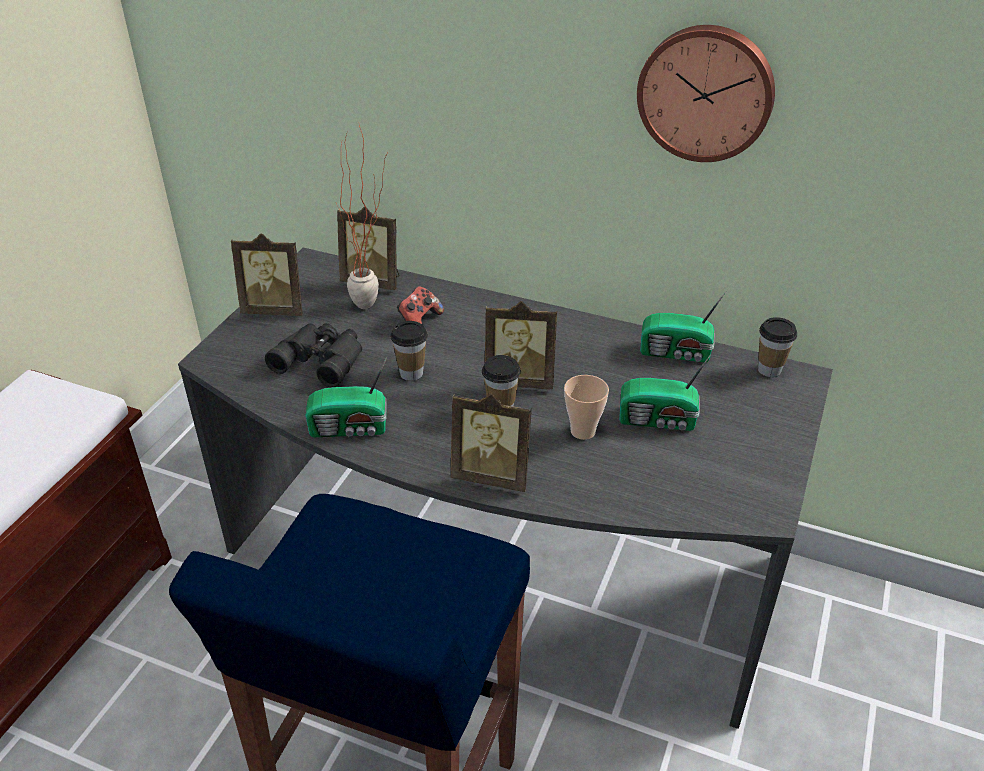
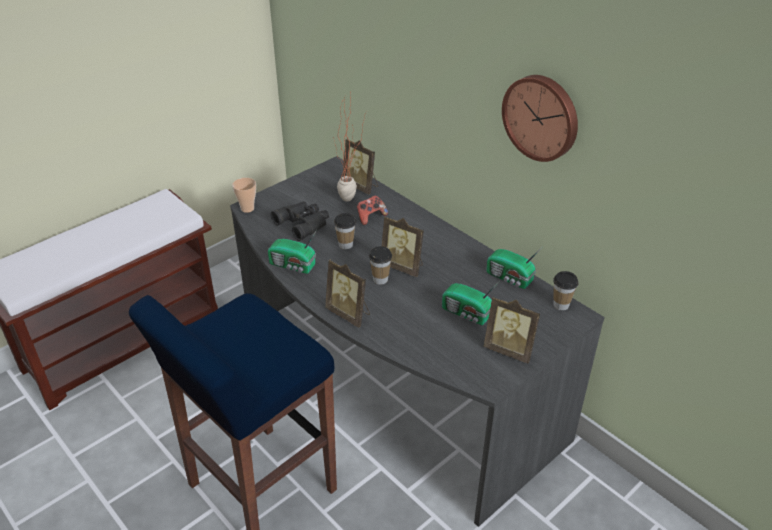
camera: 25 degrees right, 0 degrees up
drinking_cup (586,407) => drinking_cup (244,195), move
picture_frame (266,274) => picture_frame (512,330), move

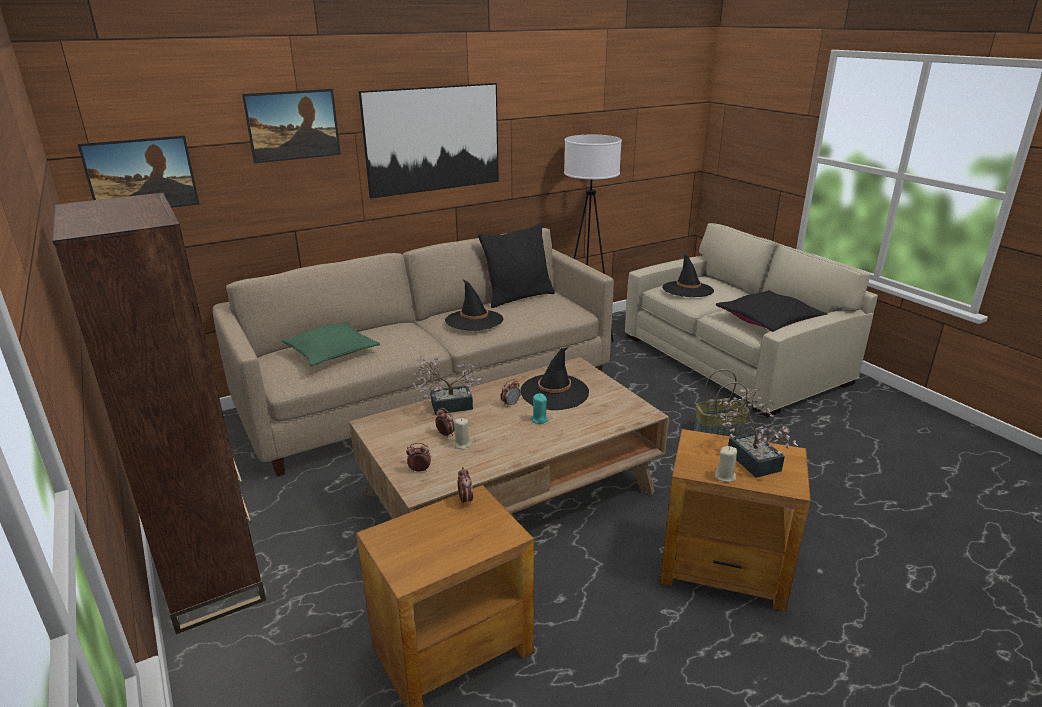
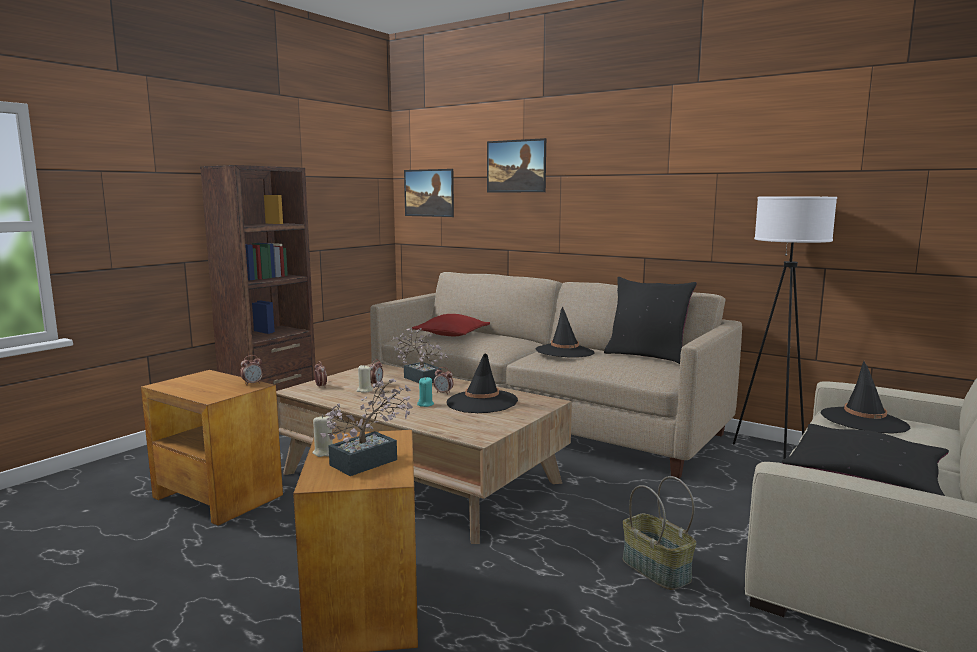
camera: 65 degrees right, 15 degrees down
green_throw_pillow (331,344) => red-coloured_throw_pillow (451,325)
picture (429,141) => nothing

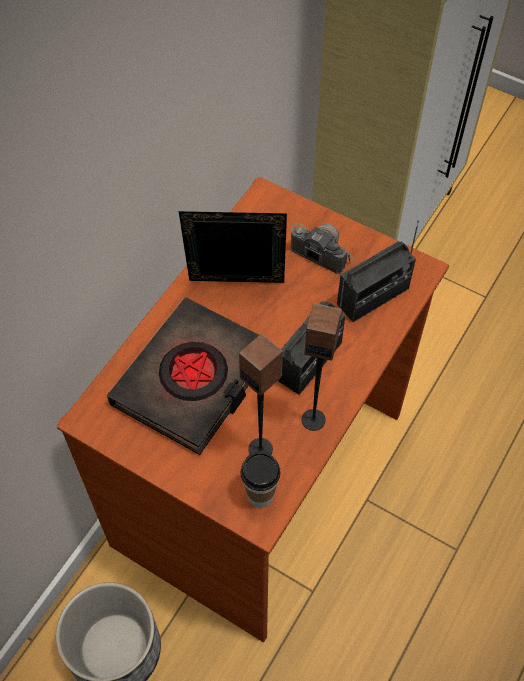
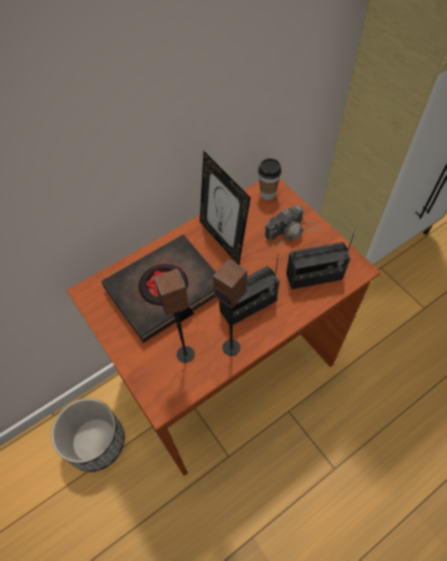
camera: 25 degrees right, 0 degrees up
picture_frame (233,247) => picture_frame (225,208), 150 degrees counterclockwise
drinking_cup (260,479) => drinking_cup (270,179), move
photo_camera (321,248) => photo_camera (291,226), 90 degrees clockwise

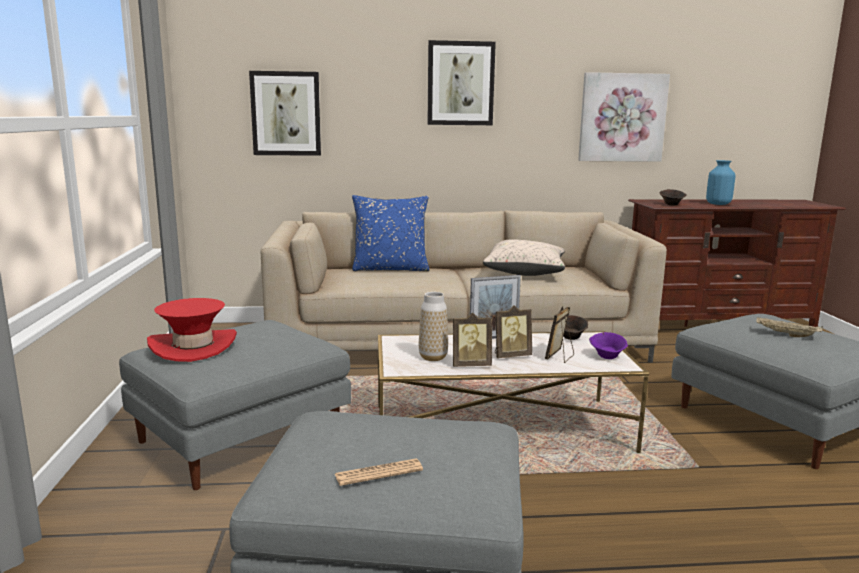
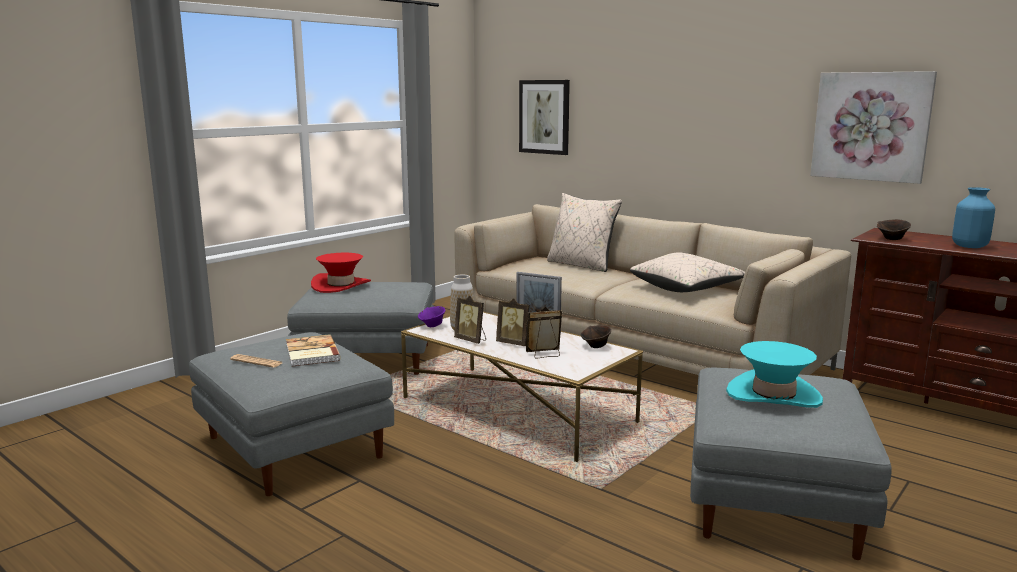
camera: 45 degrees right, 0 degrees up
nothing => bound_book (313,350)
purple_bowl (608,345) => purple_bowl (432,316), move
blue_throw_pillow (390,233) => beige_throw_pillow (584,232)
beige_carrying_tray (789,327) => turquoise-coloured_wearable_hat (774,374)
picture (461,82) => nothing

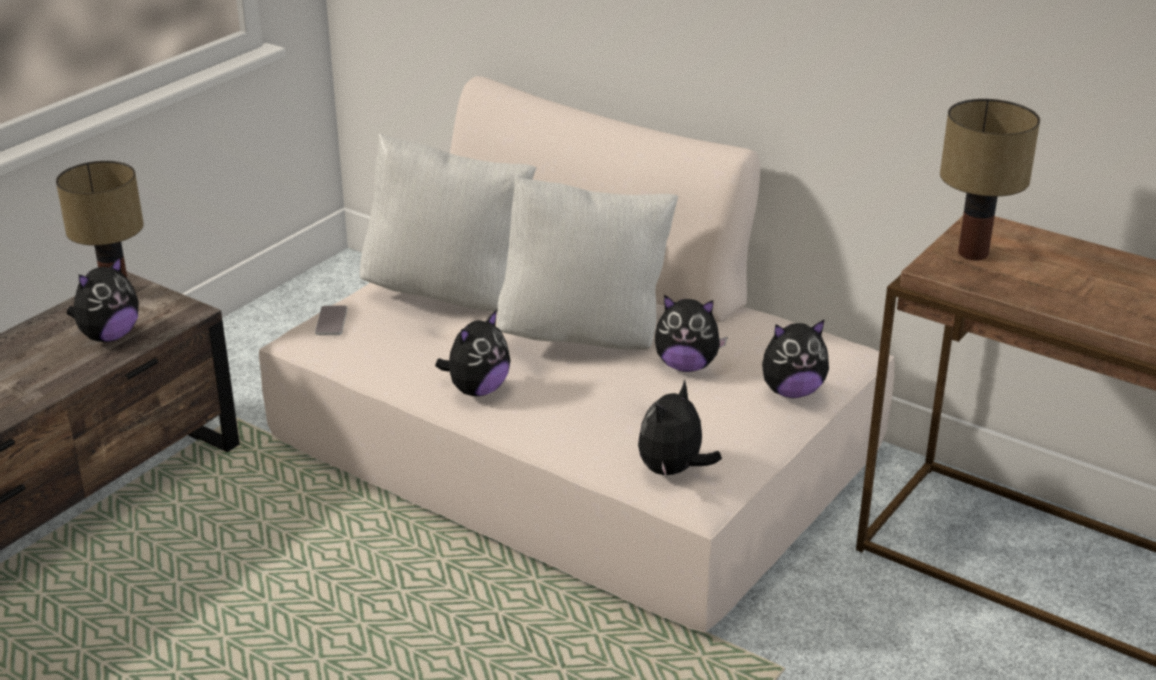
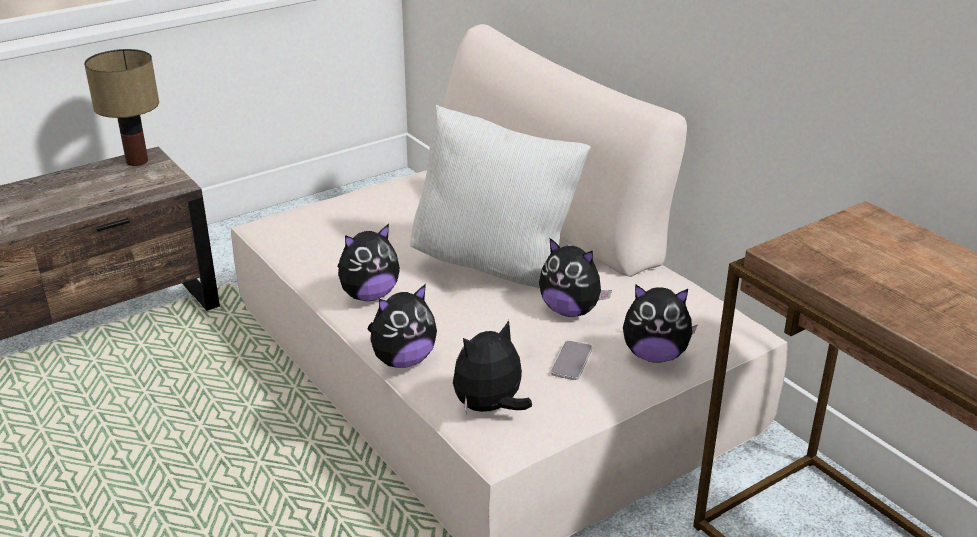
camera: 20 degrees right, 0 degrees up
plush_toy (103,299) => plush_toy (402,326), move
phone (331,320) => phone (571,360), move
white-coloured_throw_pillow (448,222) => nothing
table_lamp (990,179) => nothing

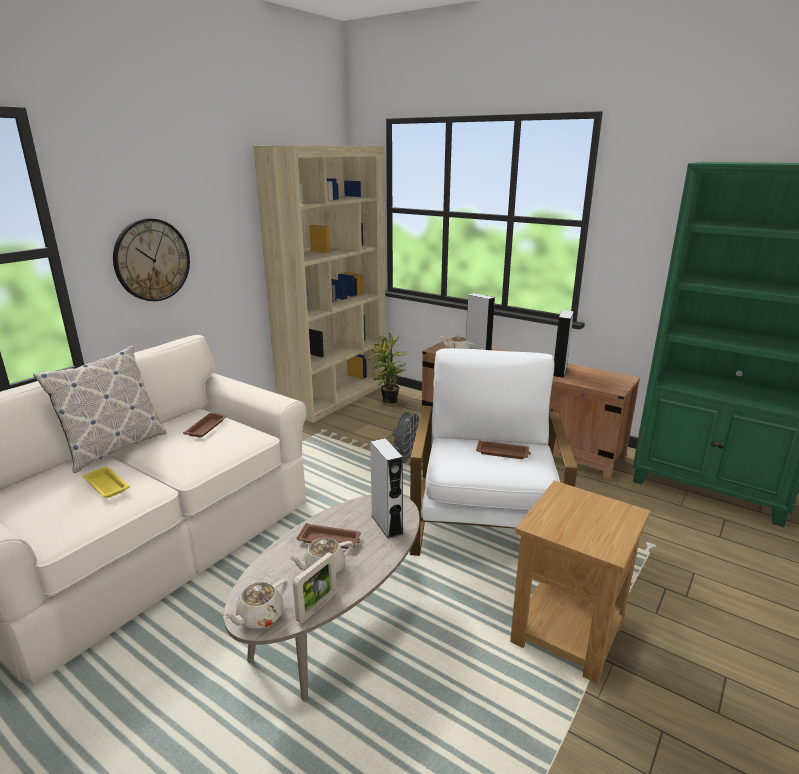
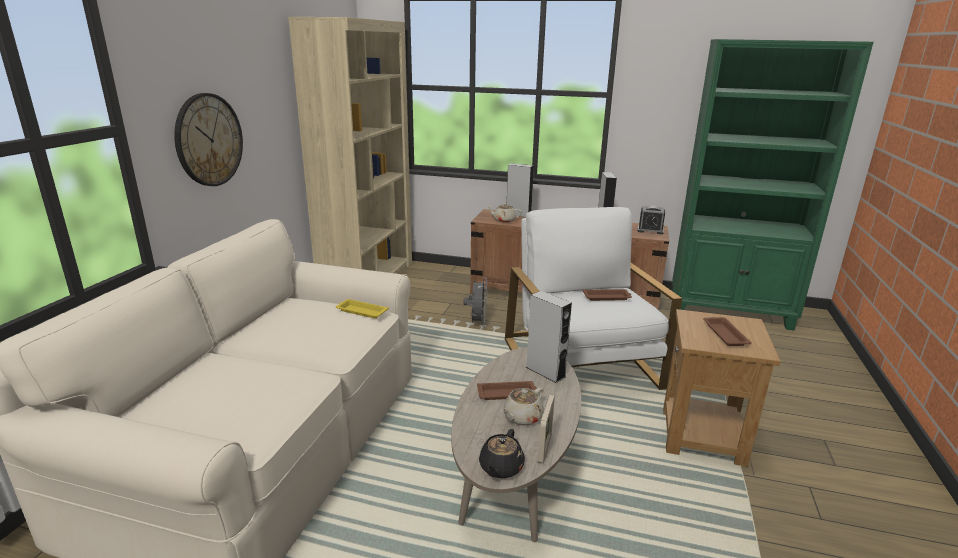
camera: 20 degrees left, 0 degrees up
yellow-coloured_carrying_tray (106,482) => yellow-coloured_carrying_tray (362,309), move
beige_pot_for_tea (255,604) => black-coloured_pot_for_tea (502,453)
nothing => alarm_clock (651,220)
brown_carrying_tray (205,425) => brown_carrying_tray (727,331), move
throw_pillow (100,409) => nothing
houseplant (387,369) => nothing

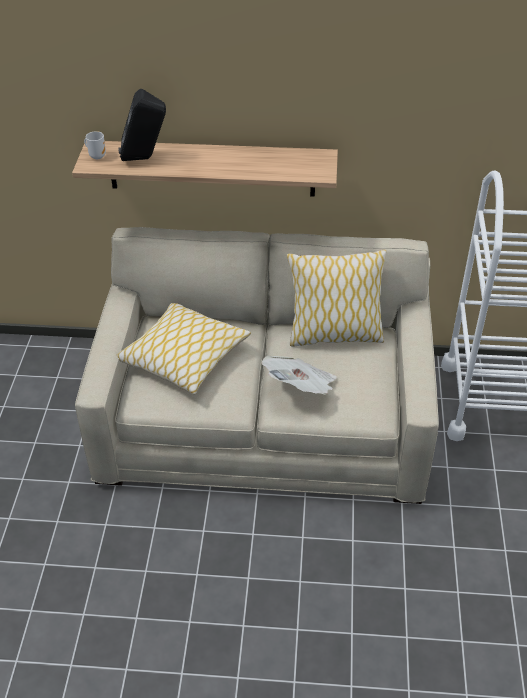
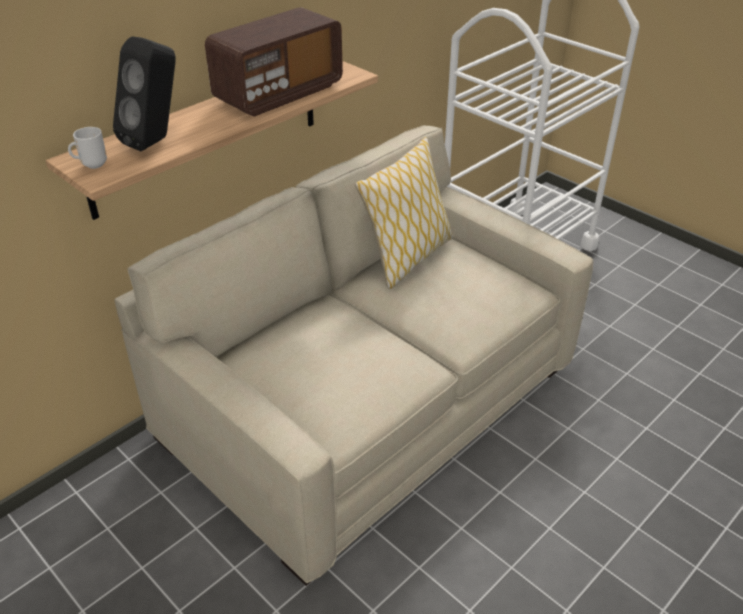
camera: 50 degrees left, 5 degrees down
nothing => radio_receiver (274,62)
throw_pillow (183,349) => nothing
printed_paper (299,375) => nothing

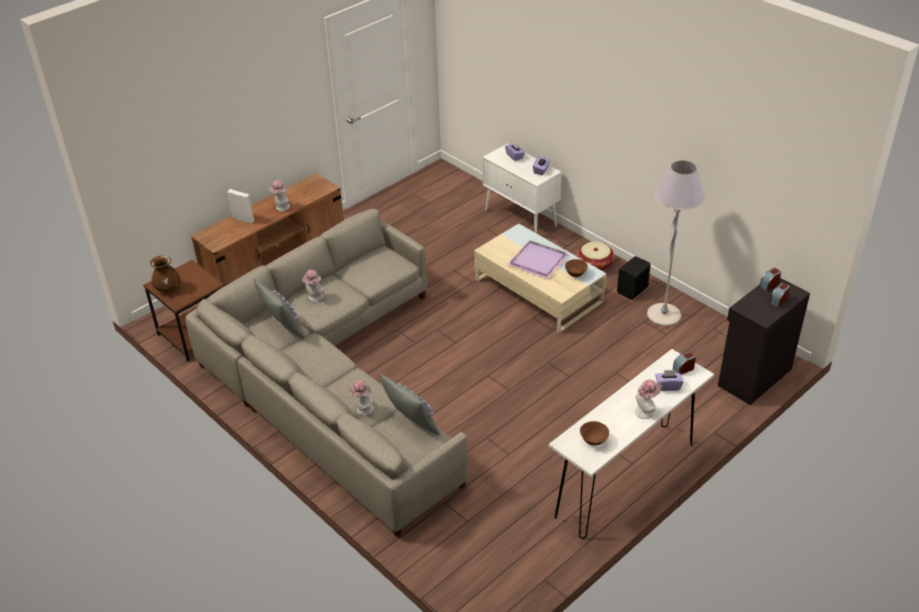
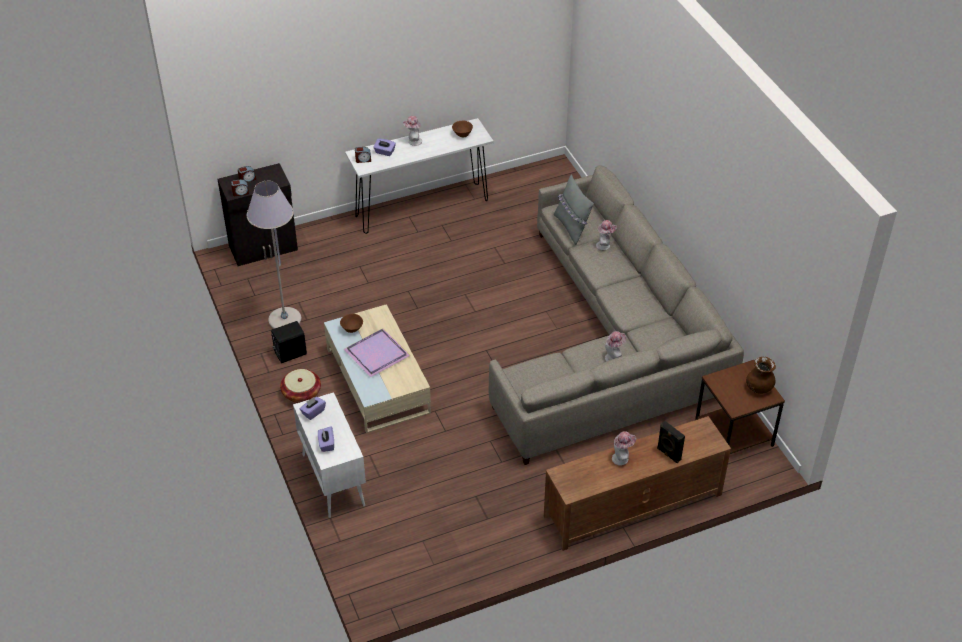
camera: 160 degrees left, 5 degrees up
white-coloured_audio_speaker (240,206) => black-coloured_audio_speaker (671,442)
gray_throw_pillow (278,308) => nothing

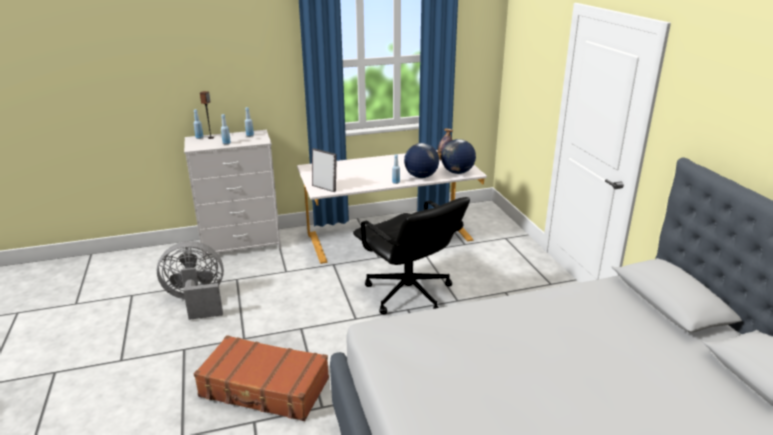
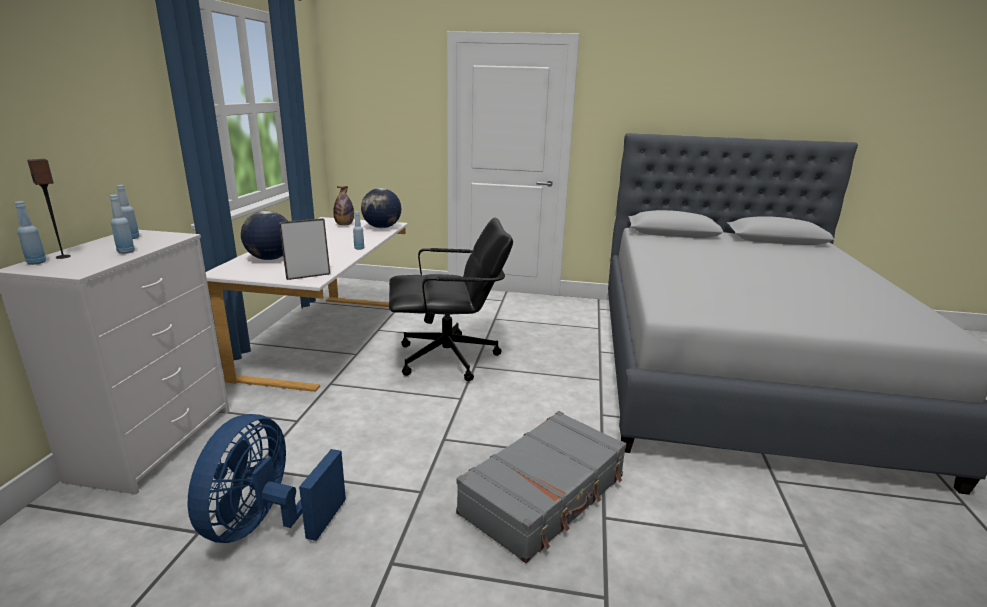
camera: 65 degrees left, 5 degrees down
gray_electric_fan (190,280) => blue_electric_fan (267,478)
world_globe (421,160) => world_globe (264,235), move
brown_suitcase (261,378) => gray_suitcase (541,487)

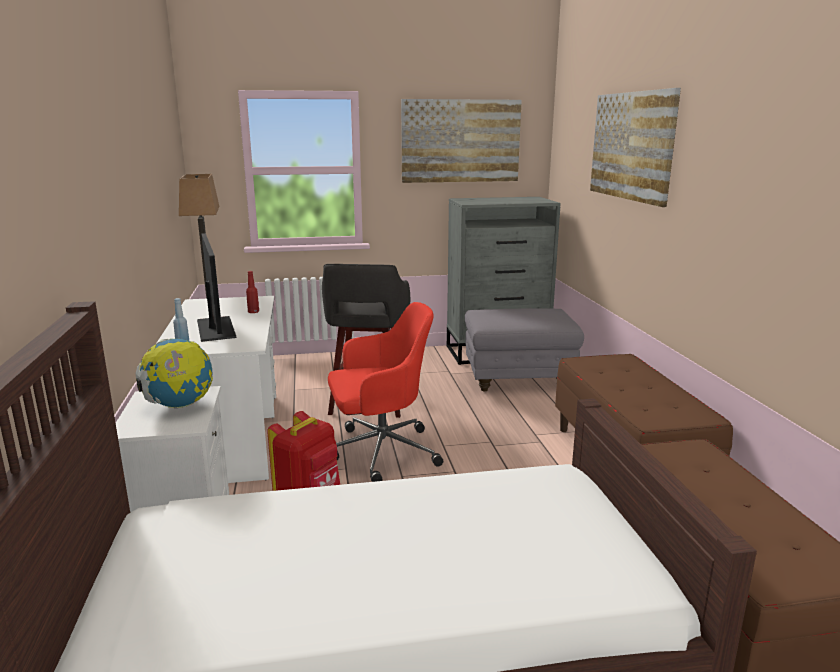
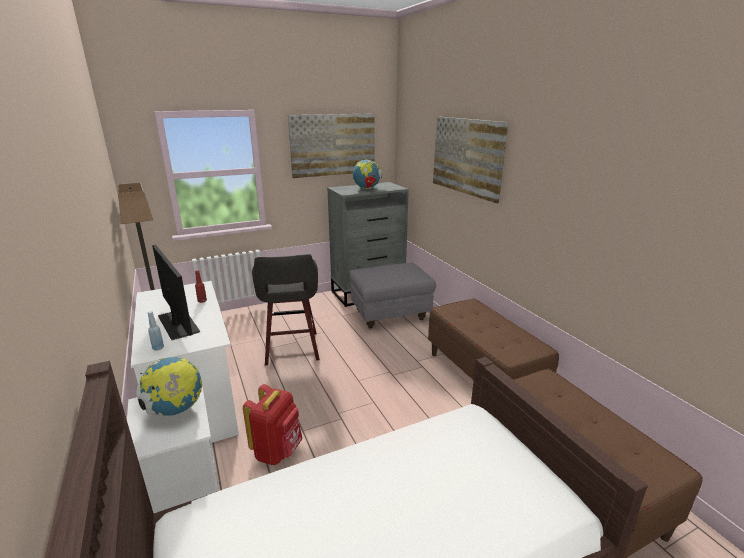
camera: 15 degrees left, 5 degrees up
nothing => world_globe (367,174)
red-coloured_desk_chair (385,392) => nothing

